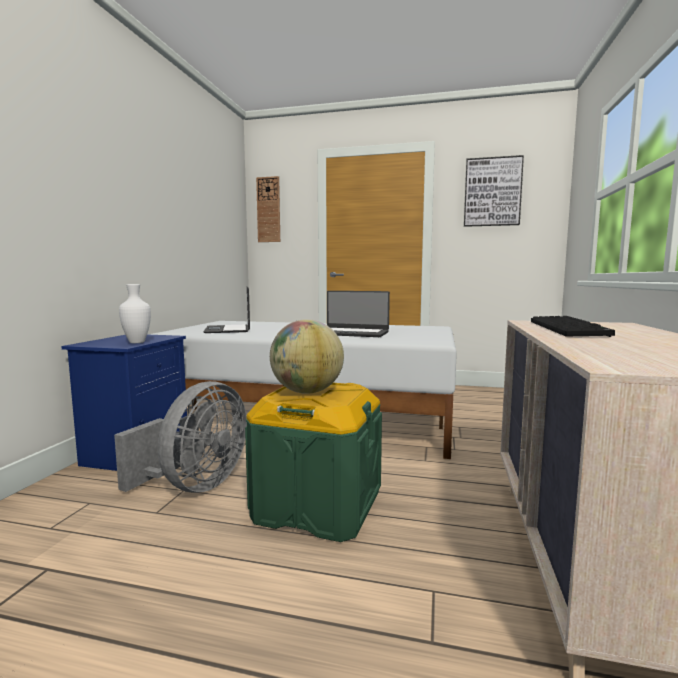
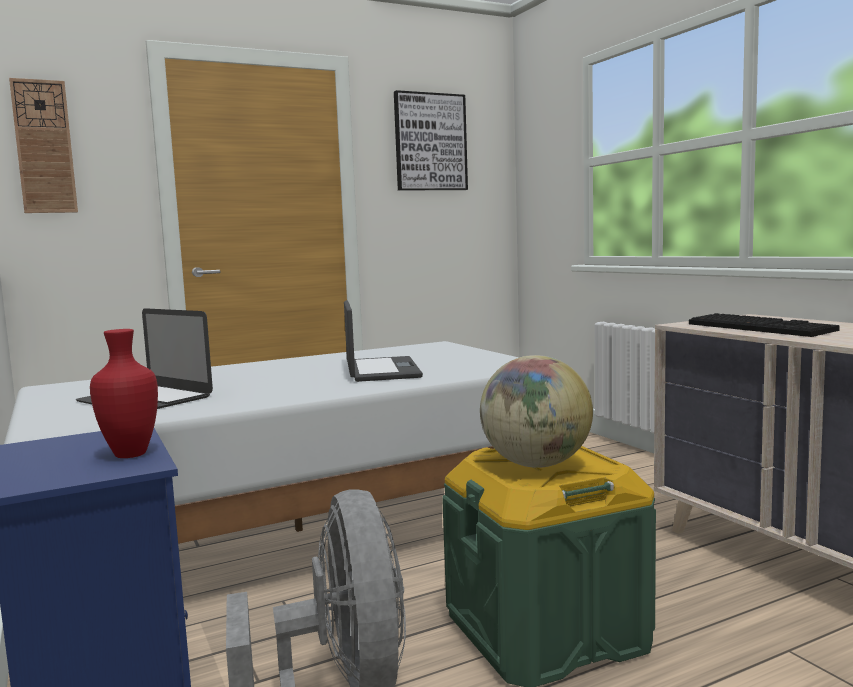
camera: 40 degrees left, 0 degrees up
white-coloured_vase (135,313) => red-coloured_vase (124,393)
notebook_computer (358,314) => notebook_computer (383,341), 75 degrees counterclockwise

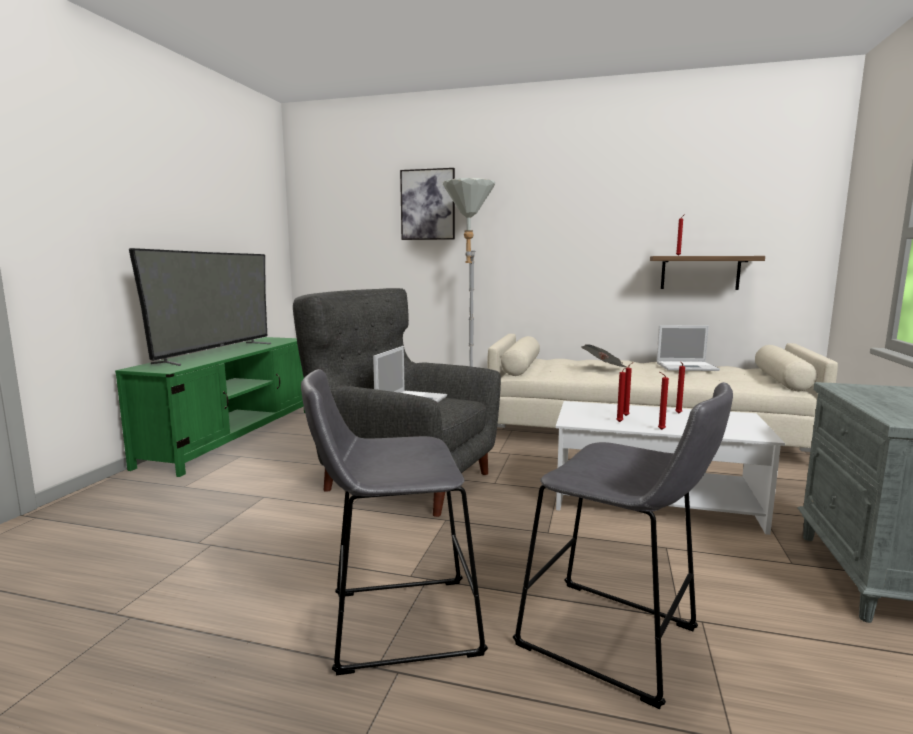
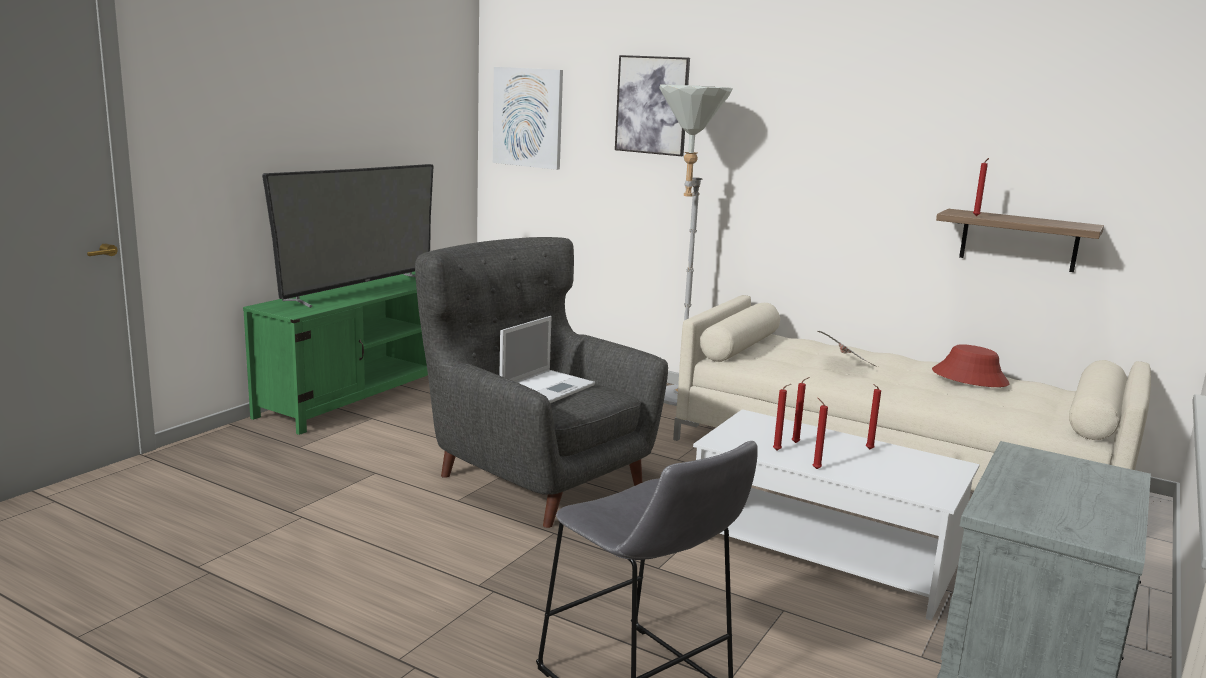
camera: 15 degrees right, 5 degrees up
nothing => picture (528,118)
notebook_computer (688,348) => red-coloured_wearable_hat (971,365)
gray_stool_seat (394,522) => nothing

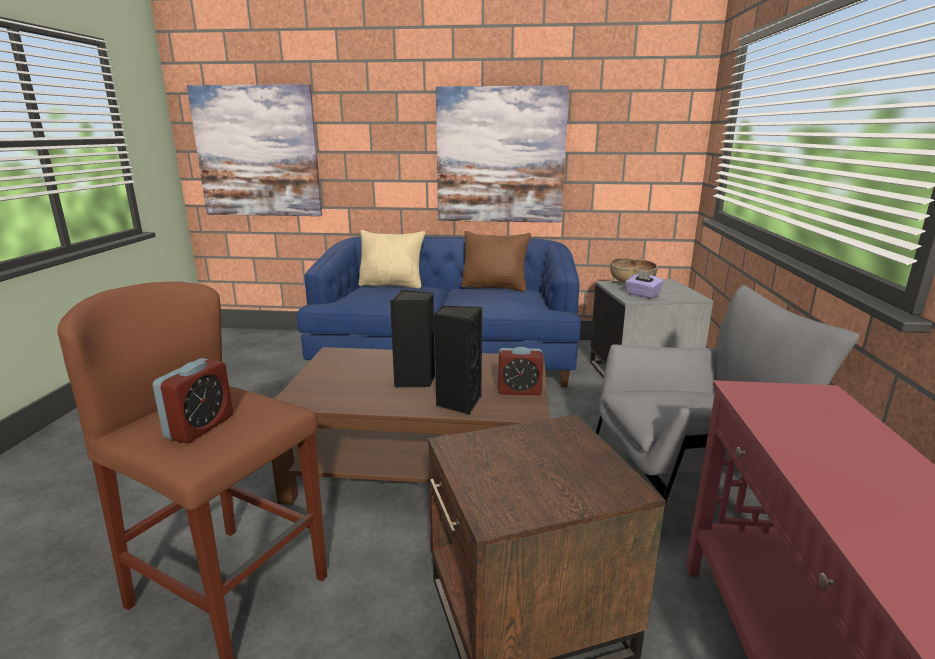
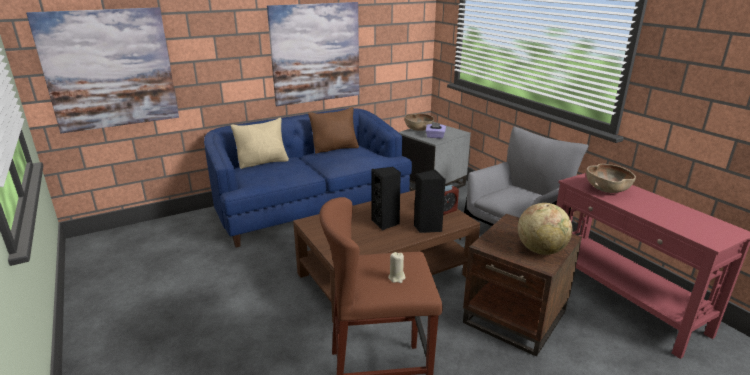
camera: 35 degrees left, 5 degrees up
alarm_clock (192,400) => beige_wax_candle (396,267)
nothing => world_globe (545,229)
nothing => brown_bowl (611,178)

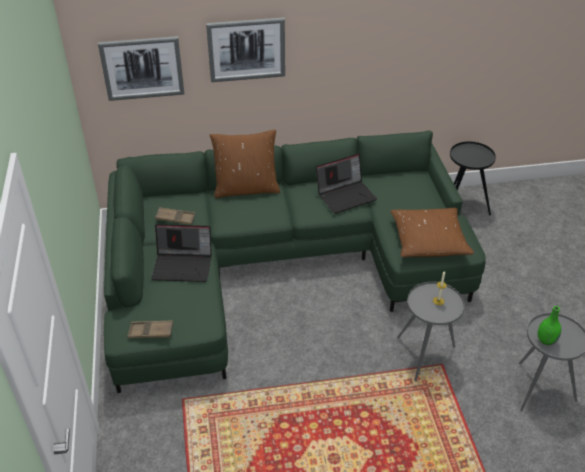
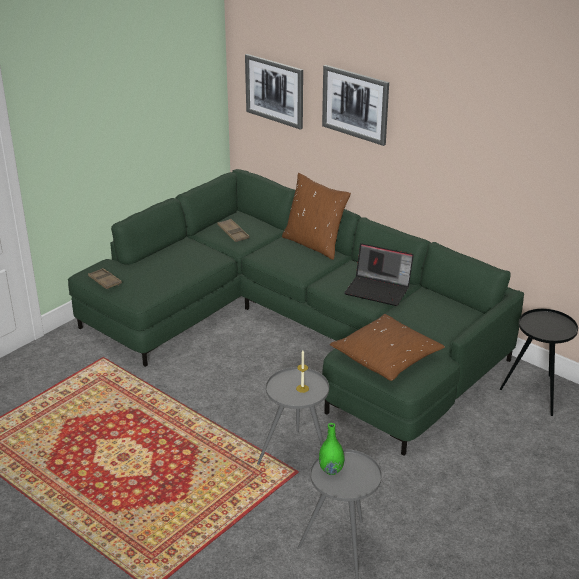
camera: 50 degrees right, 10 degrees down
notebook_computer (181,253) => nothing

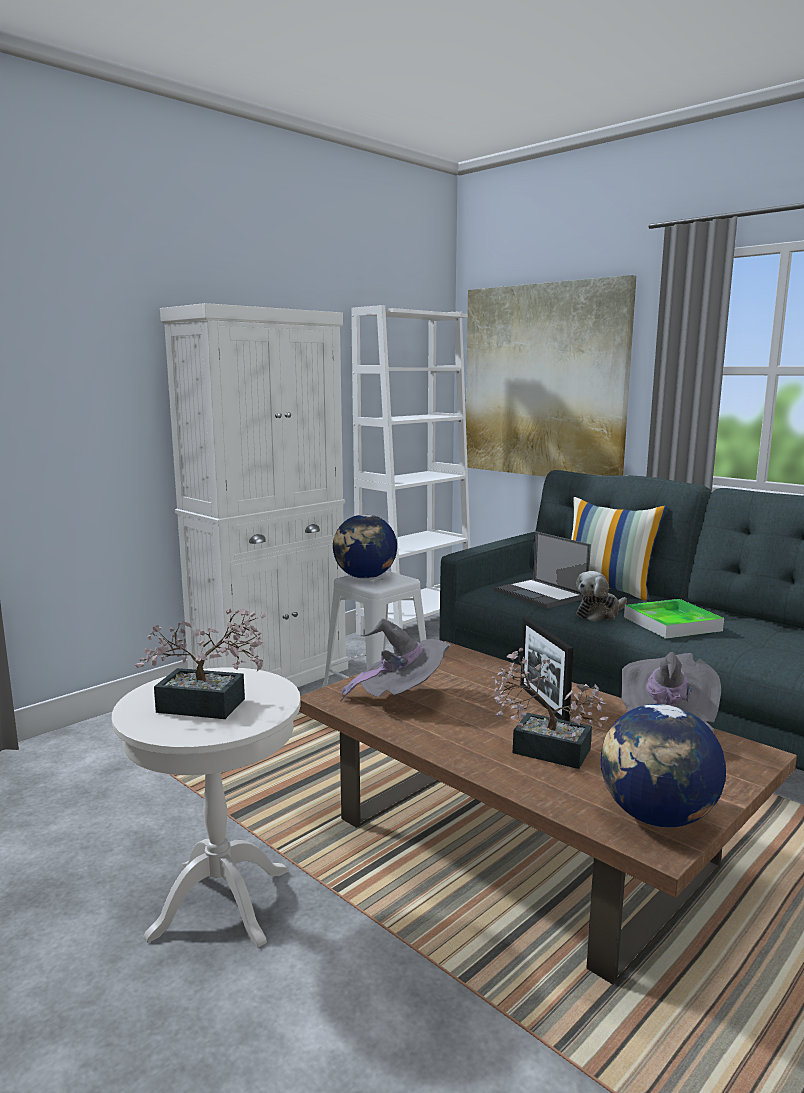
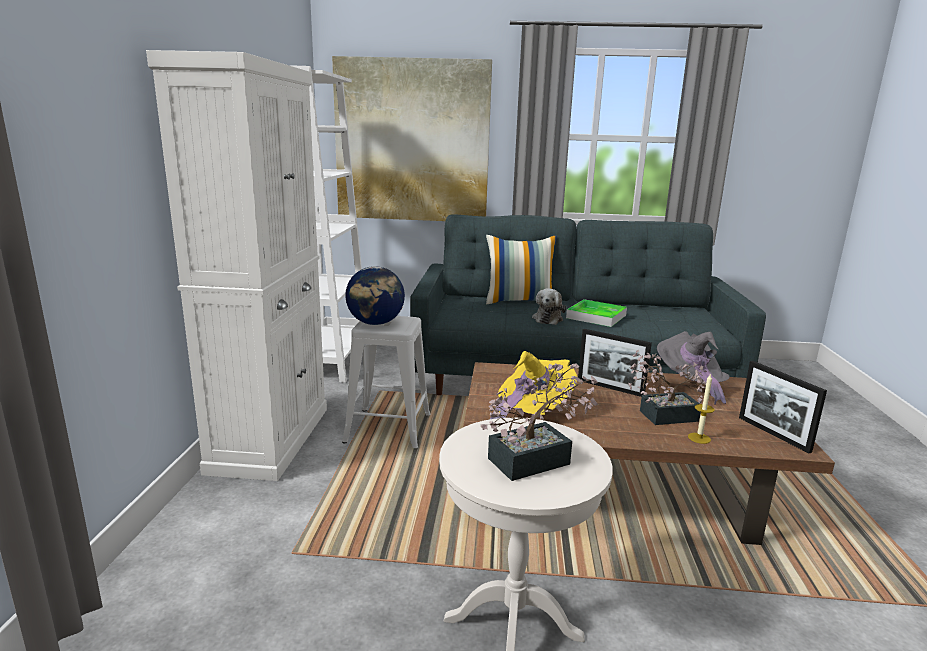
camera: 40 degrees left, 5 degrees up
gray_wearable_hat (395,660) => yellow-coloured_wearable_hat (533,385)
nothing => wax_candle (701,408)
world_globe (663,765) => picture_frame (783,407)
notebook_computer (542,570) => nothing

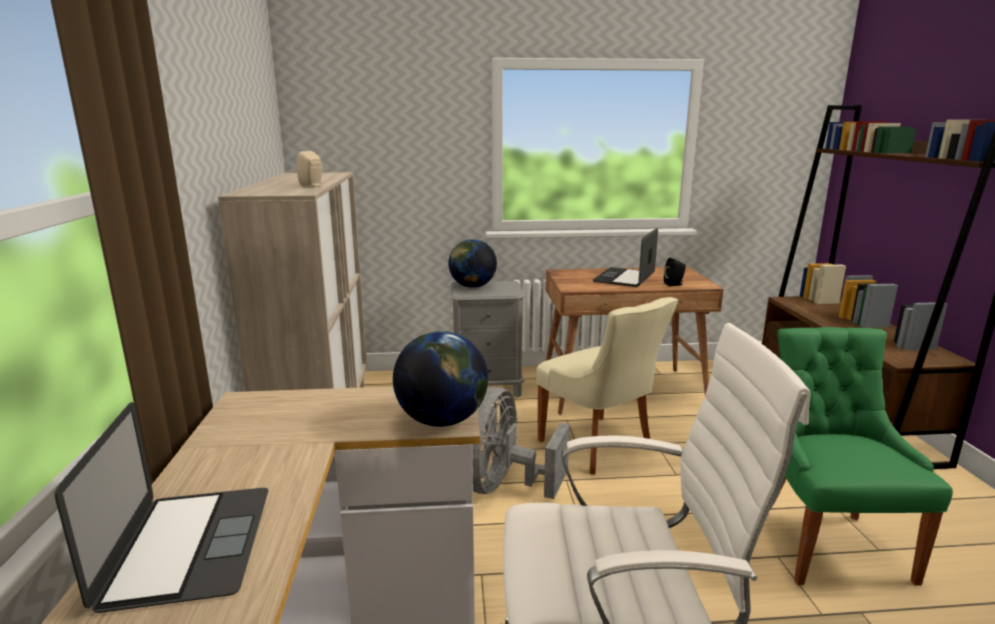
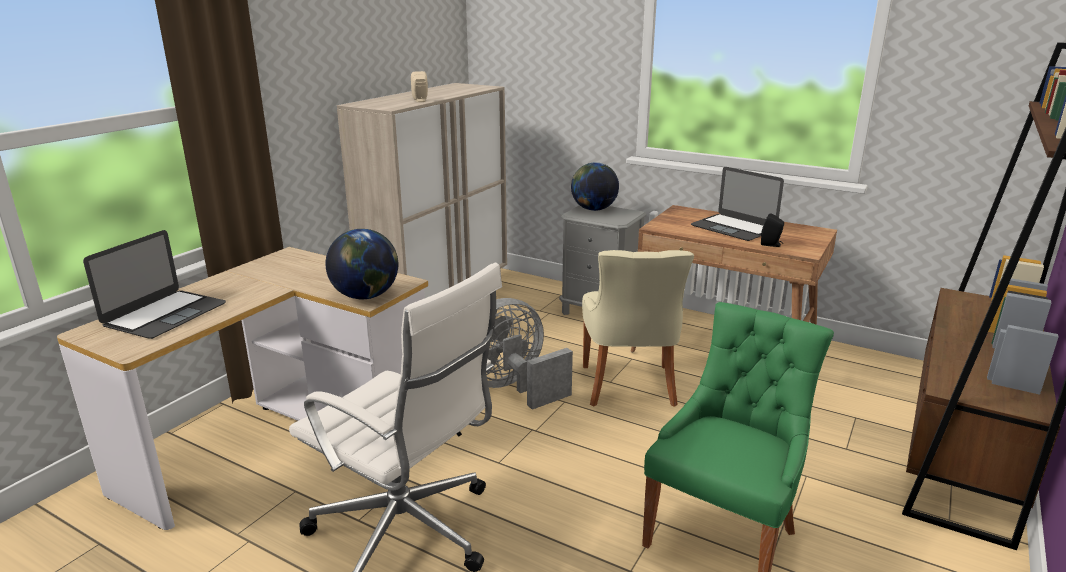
camera: 35 degrees right, 5 degrees up
notebook_computer (625,257) => notebook_computer (737,204), 105 degrees counterclockwise

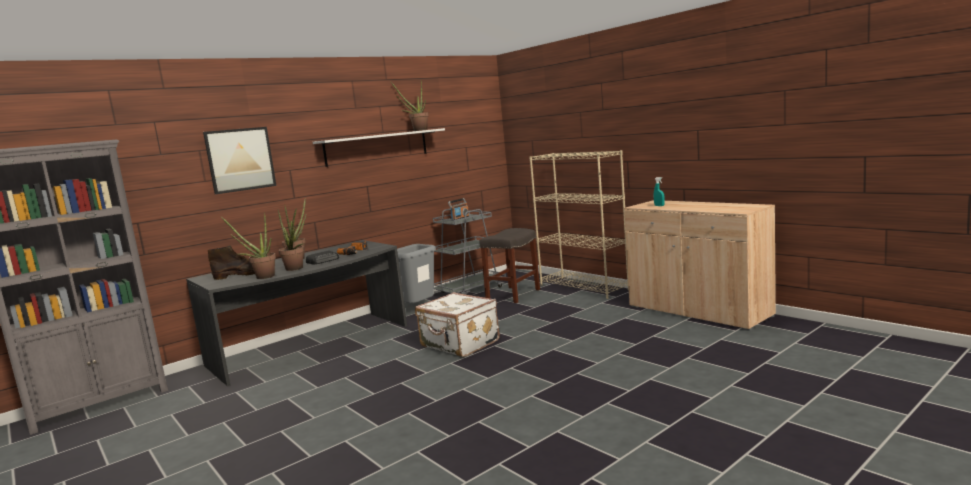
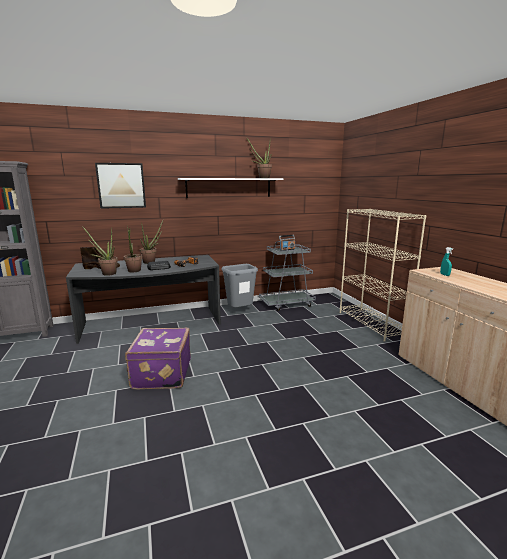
camera: 20 degrees right, 5 degrees up
nothing => purple_suitcase (158,359)
white-coloured_suitcase (457,324) => nothing
gray_stool_seat (509,265) => nothing

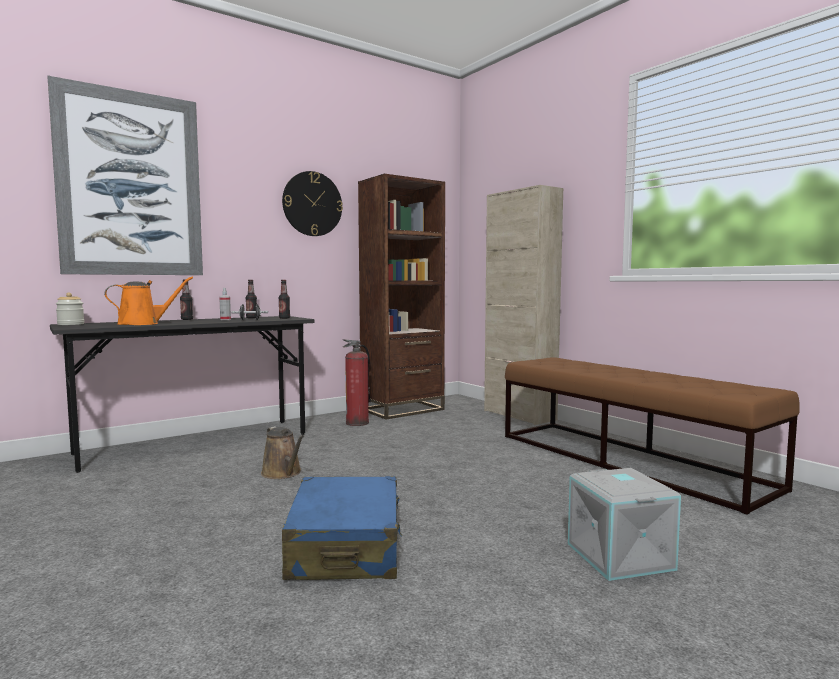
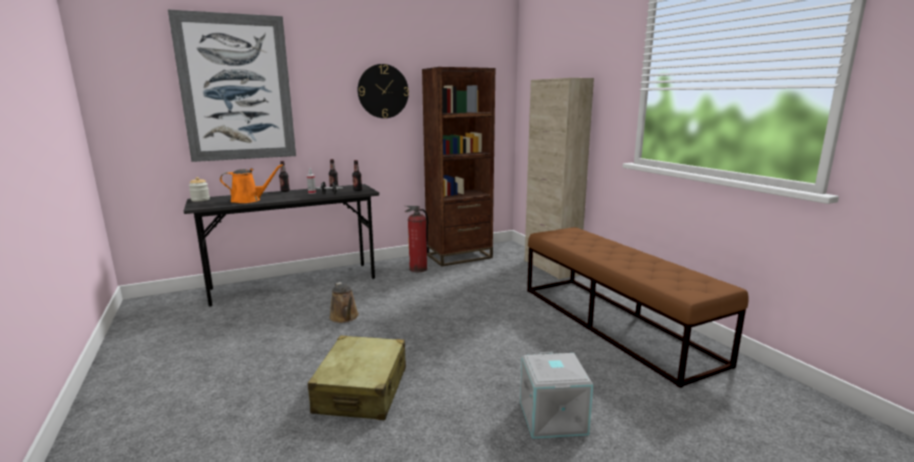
camera: 10 degrees right, 10 degrees up
blue_suitcase (342,528) => beige_suitcase (357,378)

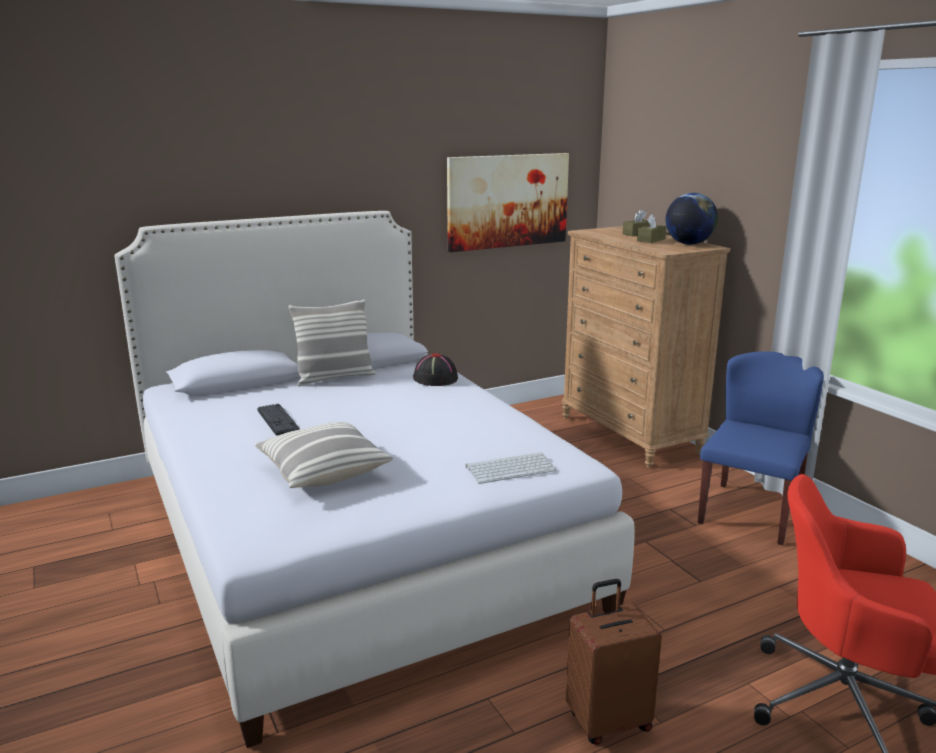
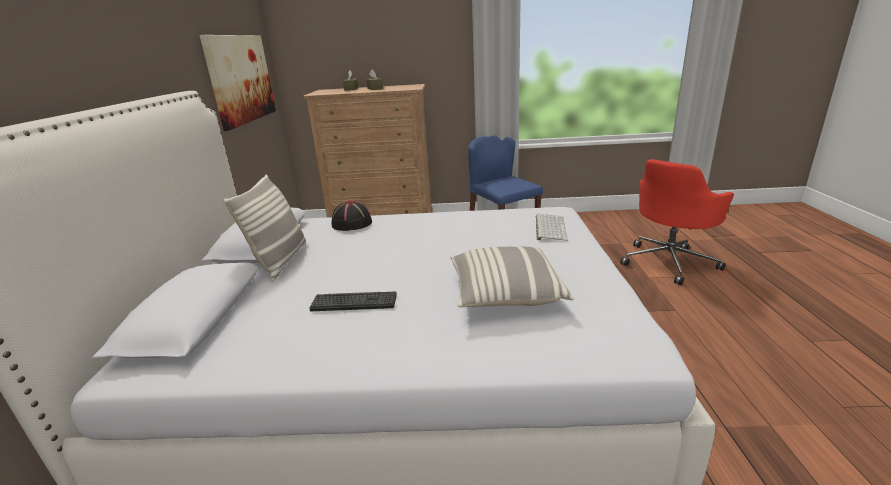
camera: 60 degrees left, 5 degrees up
brown_suitcase (614,662) => nothing
world_globe (691,219) => nothing

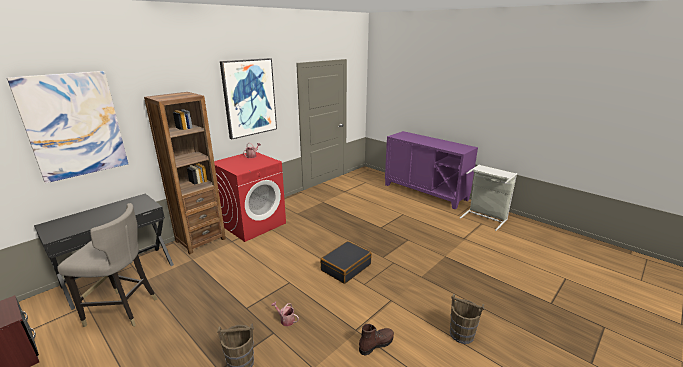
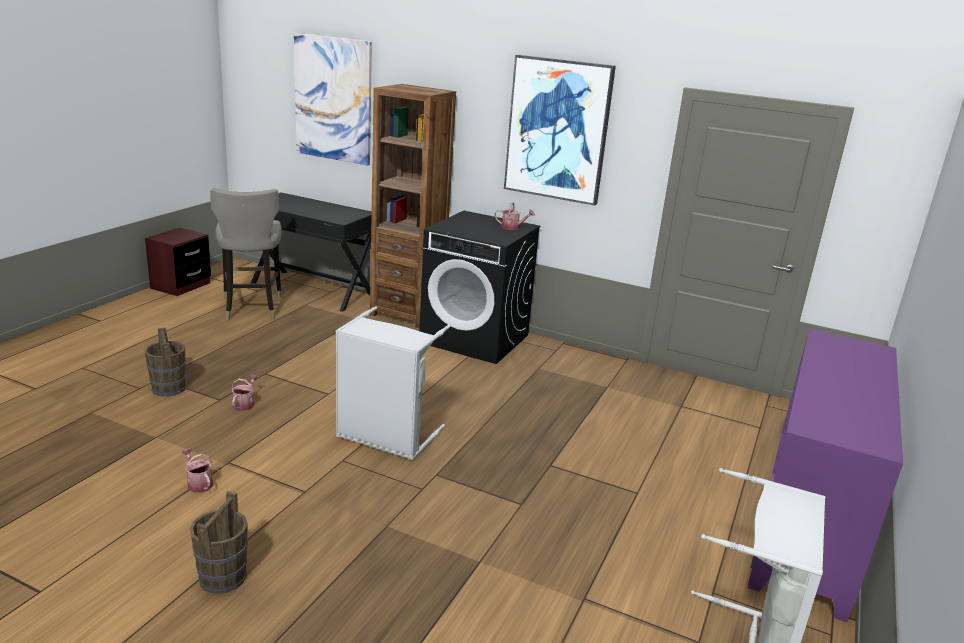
camera: 70 degrees right, 0 degrees up
brown_high-top_boot (376,340) => watering_pot (197,470)
black-coloured_suitcase (346,262) => gray_washing_basket (393,383)
red-coloured_washing_machine (250,197) => black-coloured_washing_machine (479,287)

